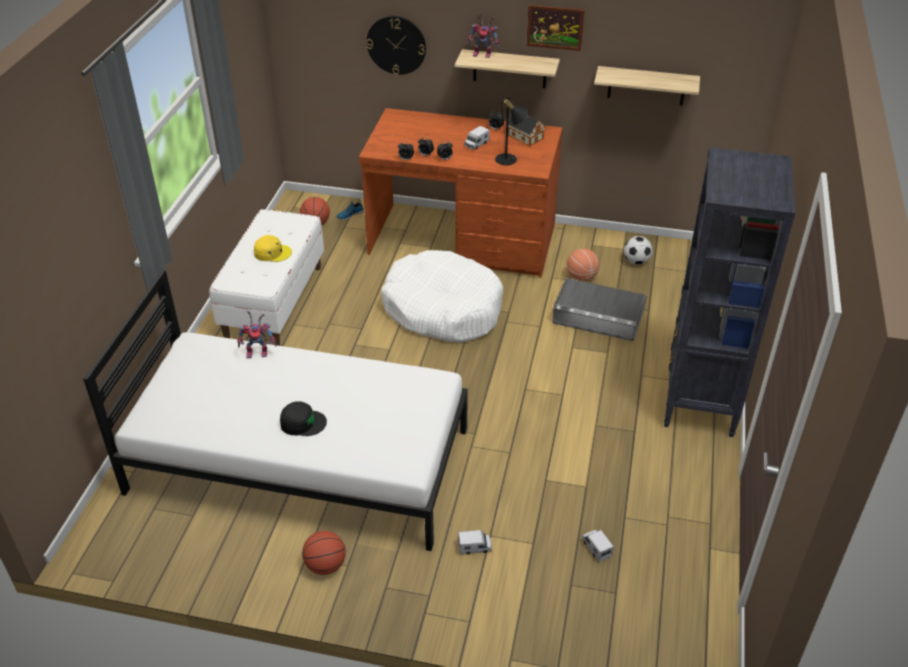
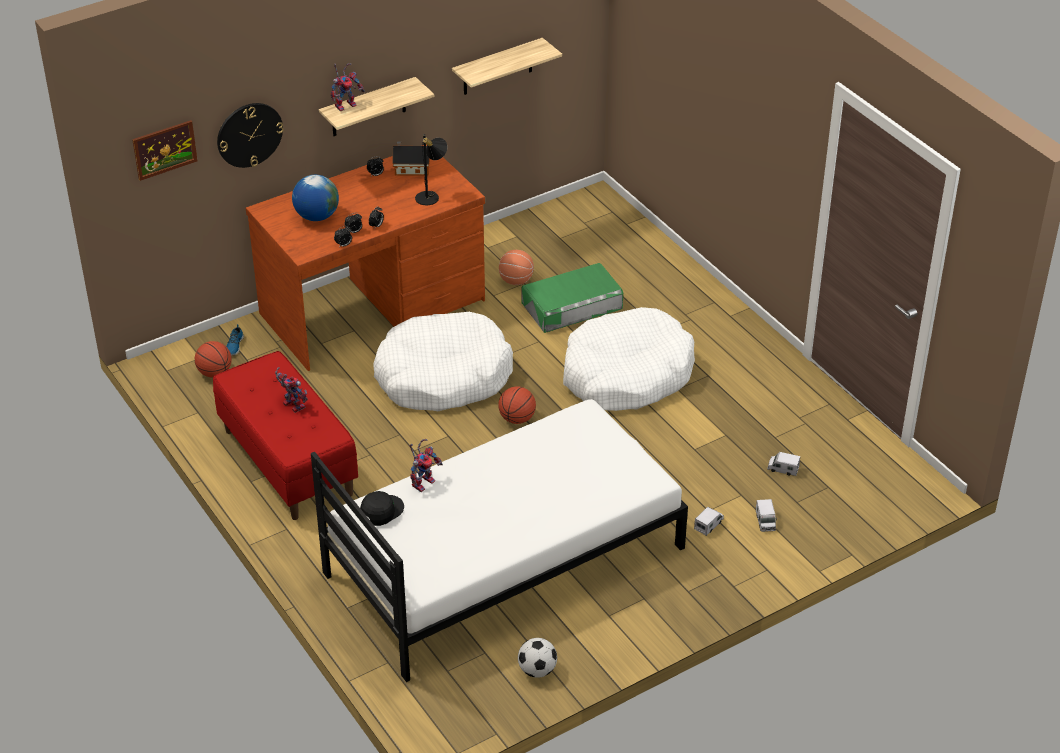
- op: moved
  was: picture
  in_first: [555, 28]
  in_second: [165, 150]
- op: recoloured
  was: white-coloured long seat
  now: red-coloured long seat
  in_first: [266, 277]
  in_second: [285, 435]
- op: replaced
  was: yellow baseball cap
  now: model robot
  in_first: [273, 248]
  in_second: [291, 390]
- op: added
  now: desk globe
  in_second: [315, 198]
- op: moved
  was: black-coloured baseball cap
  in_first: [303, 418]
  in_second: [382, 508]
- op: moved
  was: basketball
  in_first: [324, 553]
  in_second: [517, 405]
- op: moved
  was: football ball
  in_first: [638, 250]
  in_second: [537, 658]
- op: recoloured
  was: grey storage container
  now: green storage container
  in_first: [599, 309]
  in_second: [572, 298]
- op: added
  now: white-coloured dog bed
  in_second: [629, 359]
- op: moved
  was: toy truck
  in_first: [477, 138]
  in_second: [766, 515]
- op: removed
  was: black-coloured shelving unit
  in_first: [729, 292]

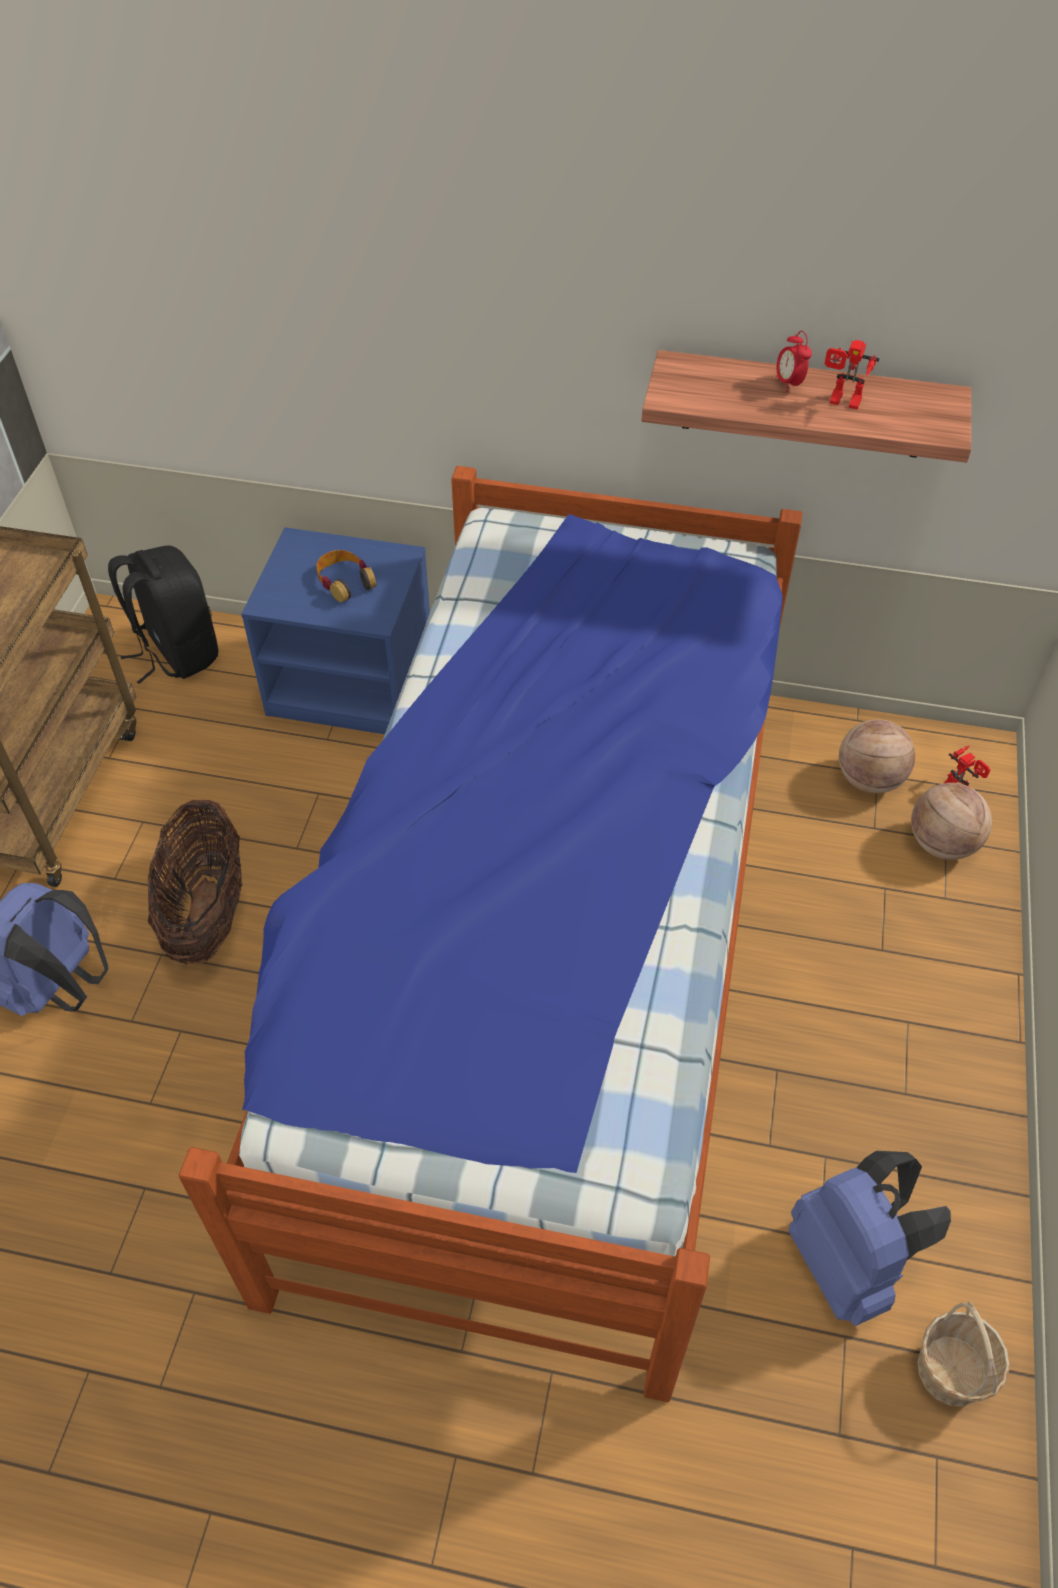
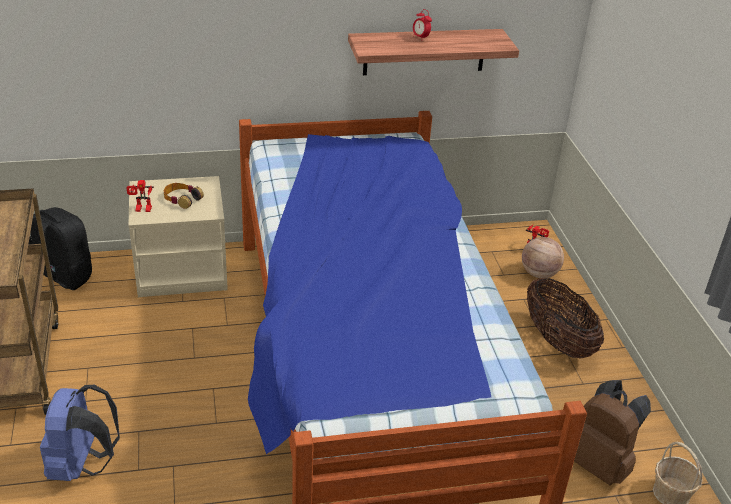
- op: moved
  was: model robot
  in_first: [852, 375]
  in_second: [140, 196]
- op: recoloured
  was: blue-coloured night table
  now: beige-coloured night table
  in_first: [335, 630]
  in_second: [178, 236]
- op: moved
  was: storage basket
  in_first: [195, 882]
  in_second: [565, 318]
- op: recoloured
  was: blue-coloured backpack
  now: brown backpack
  in_first: [869, 1238]
  in_second: [612, 432]
- op: removed
  was: basketball
  in_first: [877, 756]

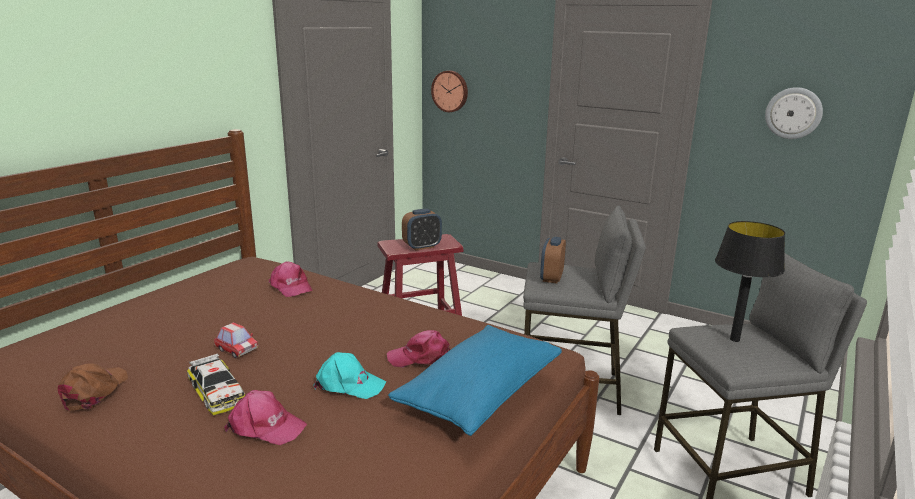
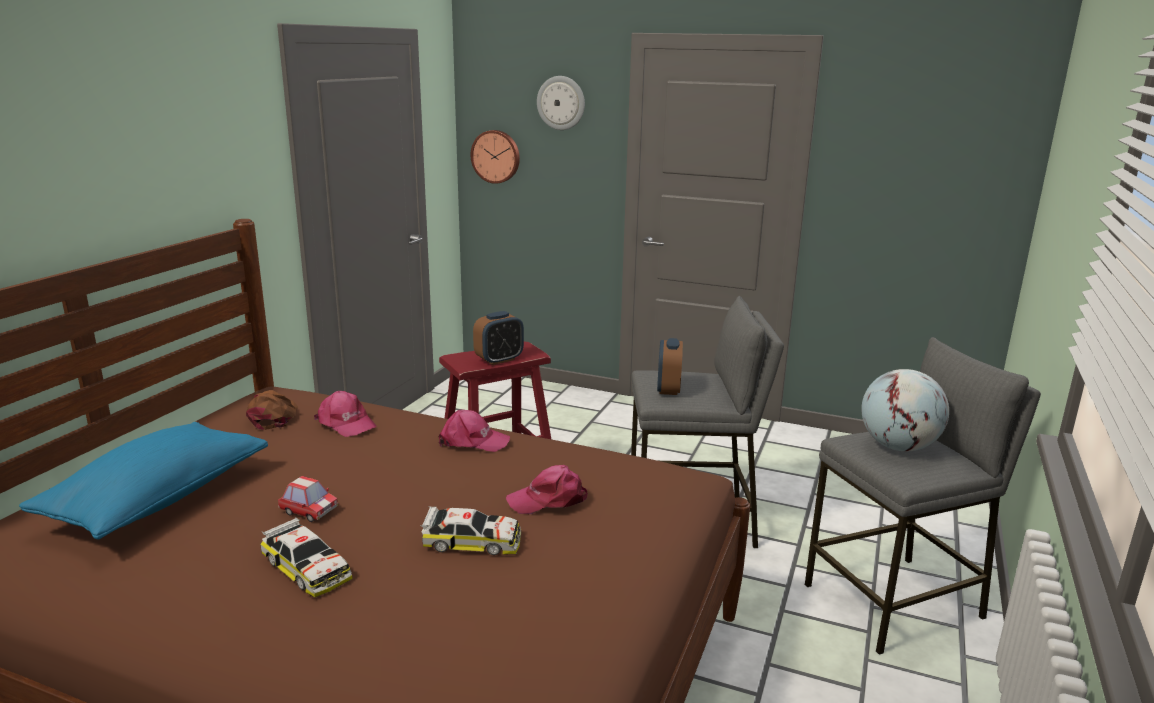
- op: moved
  was: blue-coloured throw pillow
  in_first: [475, 380]
  in_second: [143, 480]
- op: moved
  was: brown baseball cap
  in_first: [93, 387]
  in_second: [272, 410]
- op: replaced
  was: blue-green baseball cap
  now: model car
  in_first: [349, 375]
  in_second: [470, 530]
- op: moved
  was: pink baseball cap
  in_first: [265, 417]
  in_second: [474, 431]
- op: moved
  was: clock on the wall
  in_first: [794, 113]
  in_second: [561, 103]
- op: replaced
  was: black-coloured tabletop lamp
  now: desk globe
  in_first: [750, 281]
  in_second: [905, 410]

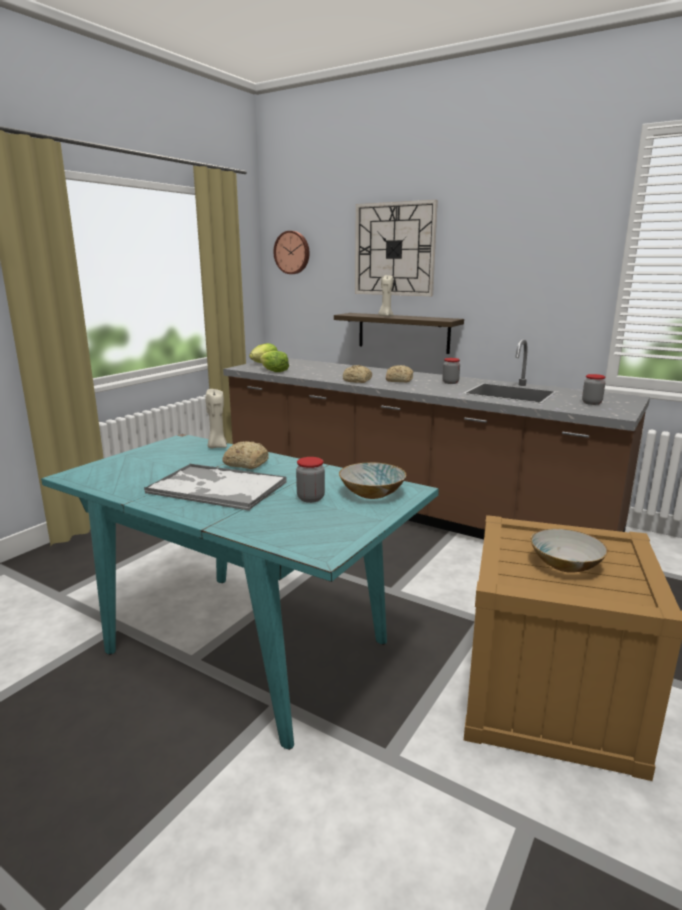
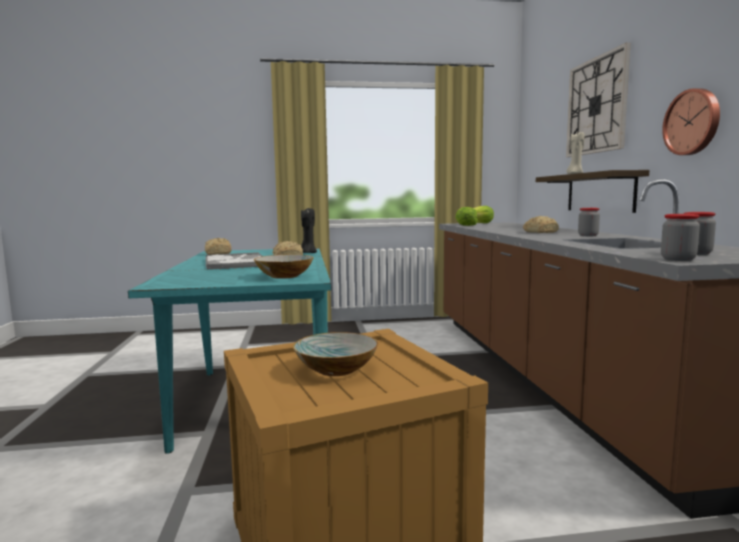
- op: moved
  was: baked bread
  in_first: [357, 374]
  in_second: [218, 246]
- op: recoloured
  was: beige-coloured candle
  now: black-coloured candle
  in_first: [216, 418]
  in_second: [309, 230]
- op: moved
  was: storage jar
  in_first: [310, 480]
  in_second: [680, 237]
- op: moved
  was: clock on the wall
  in_first: [291, 252]
  in_second: [691, 121]

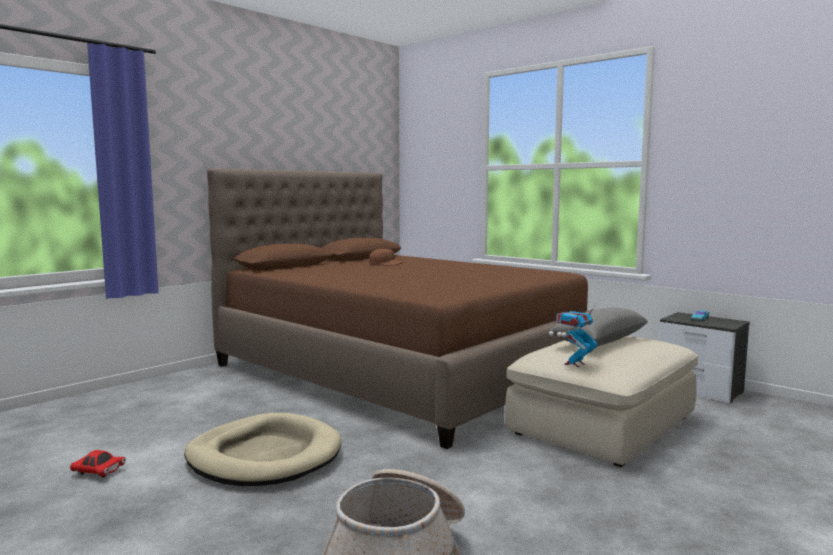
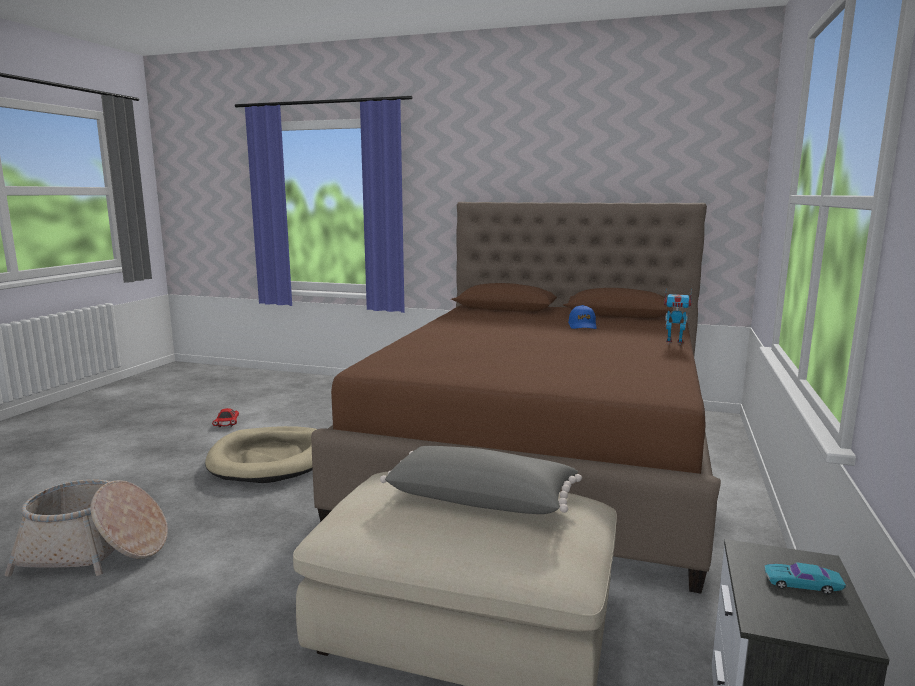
- op: recoloured
  was: brown baseball cap
  now: blue-coloured baseball cap
  in_first: [386, 257]
  in_second: [582, 317]
- op: moved
  was: model robot
  in_first: [577, 335]
  in_second: [678, 315]

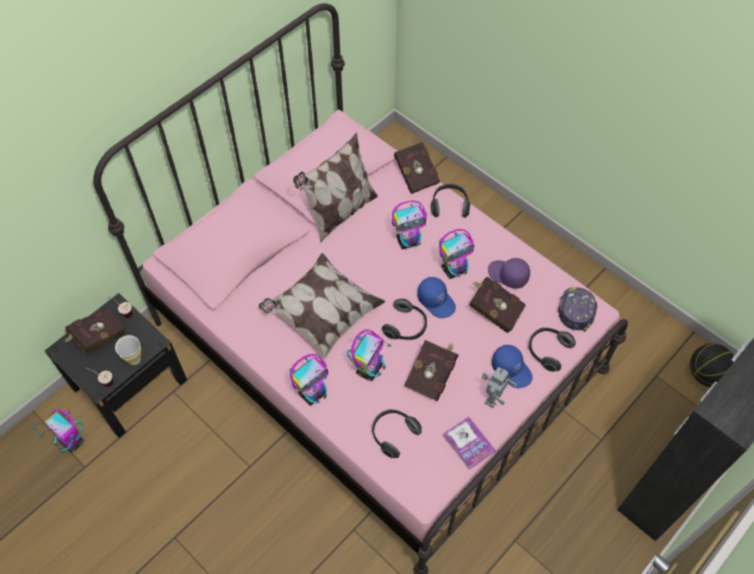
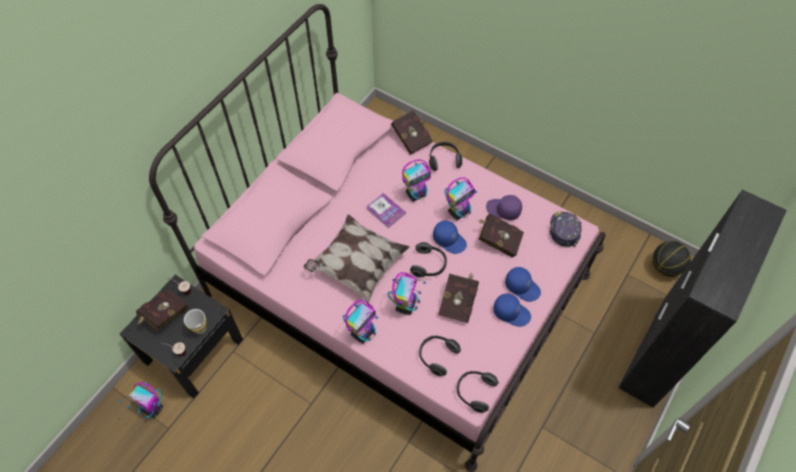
- op: moved
  was: bound book
  in_first: [469, 443]
  in_second: [386, 210]
- op: moved
  was: headphones
  in_first: [552, 350]
  in_second: [478, 392]
- op: replaced
  was: model robot
  now: blue-coloured baseball cap
  in_first: [499, 387]
  in_second: [512, 310]
- op: removed
  was: throw pillow
  in_first: [335, 188]

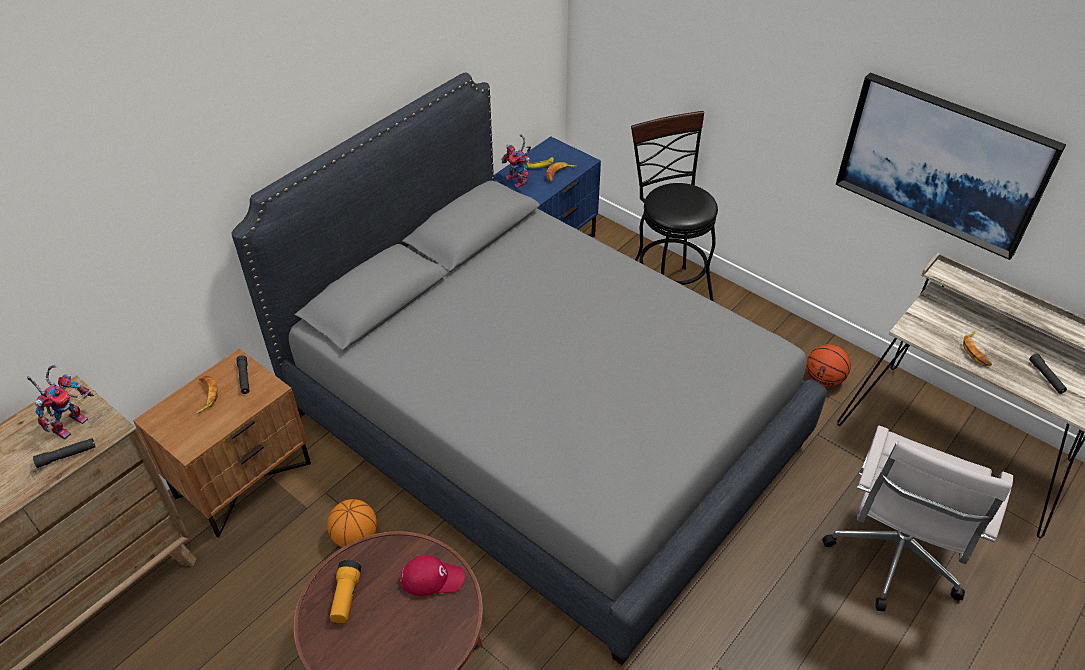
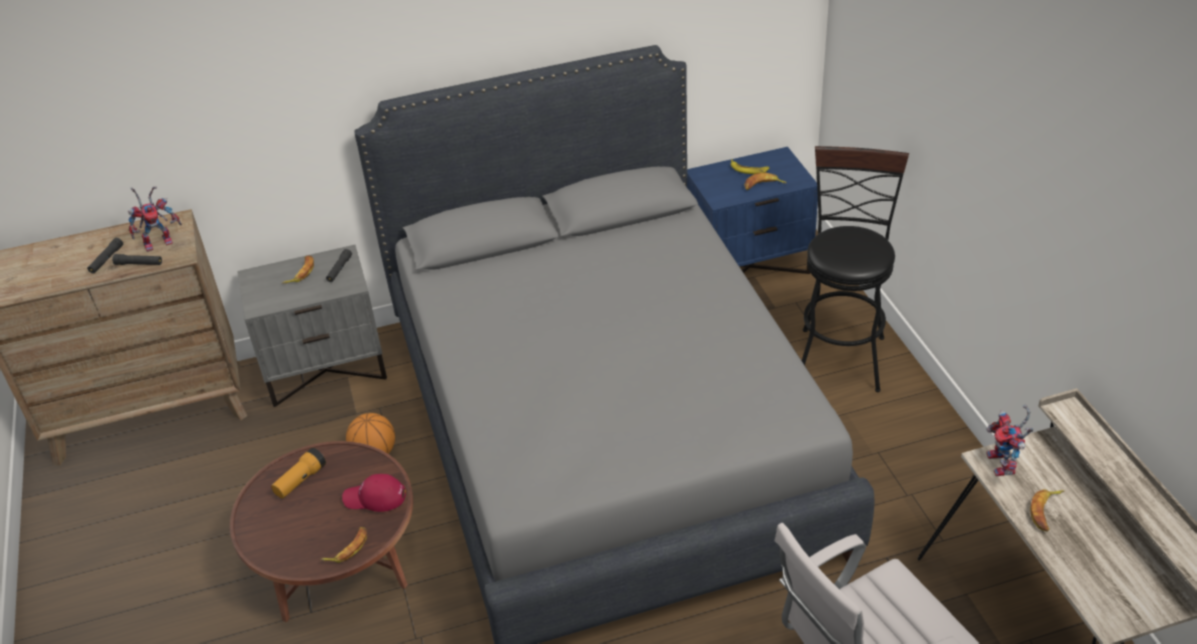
- op: moved
  was: black-coloured torch
  in_first: [1048, 373]
  in_second: [105, 256]
- op: recoloured
  was: brown night table
  now: grey night table
  in_first: [222, 443]
  in_second: [312, 326]
- op: added
  now: banana fruit
  in_second: [344, 545]
- op: turned
  was: red-coloured baseball cap
  in_first: [433, 576]
  in_second: [374, 493]
  clockwise: 150
- op: moved
  was: model robot
  in_first: [516, 161]
  in_second: [1010, 440]
- op: removed
  was: basketball
  in_first: [828, 365]
- op: removed
  was: picture
  in_first: [951, 166]

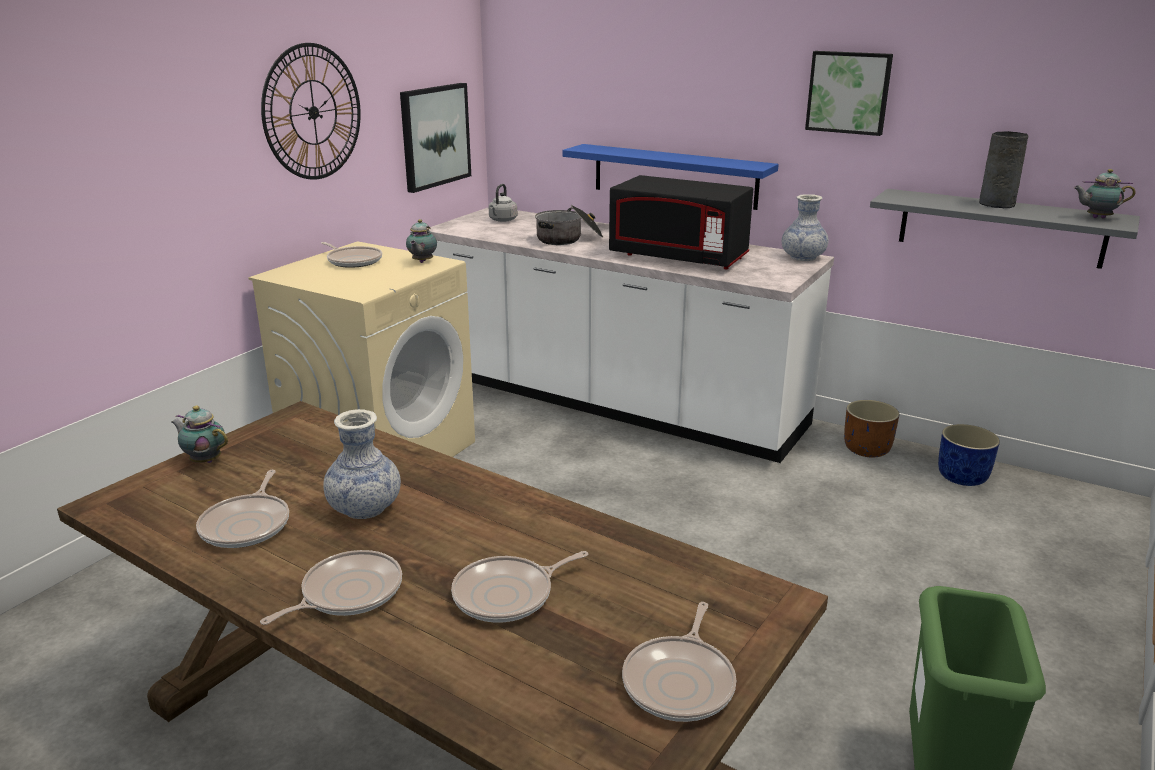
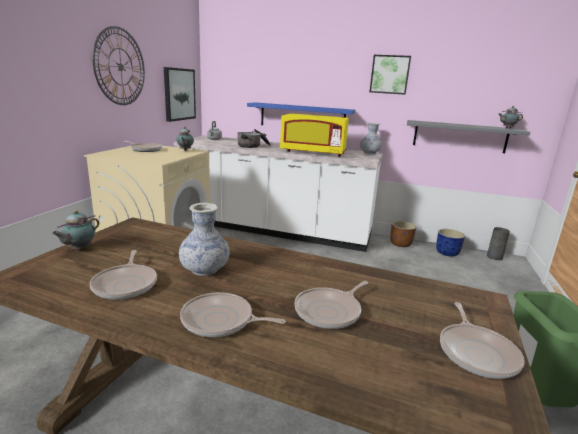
- op: turned
  was: pot for tea
  in_first: [199, 434]
  in_second: [75, 230]
  clockwise: -75
- op: turned
  was: skillet
  in_first: [331, 587]
  in_second: [233, 314]
  clockwise: -105
- op: recoloured
  was: black-coloured microwave
  now: yellow microwave
  in_first: [681, 222]
  in_second: [314, 134]
- op: moved
  was: grey decorative vase
  in_first: [1003, 169]
  in_second: [498, 243]

